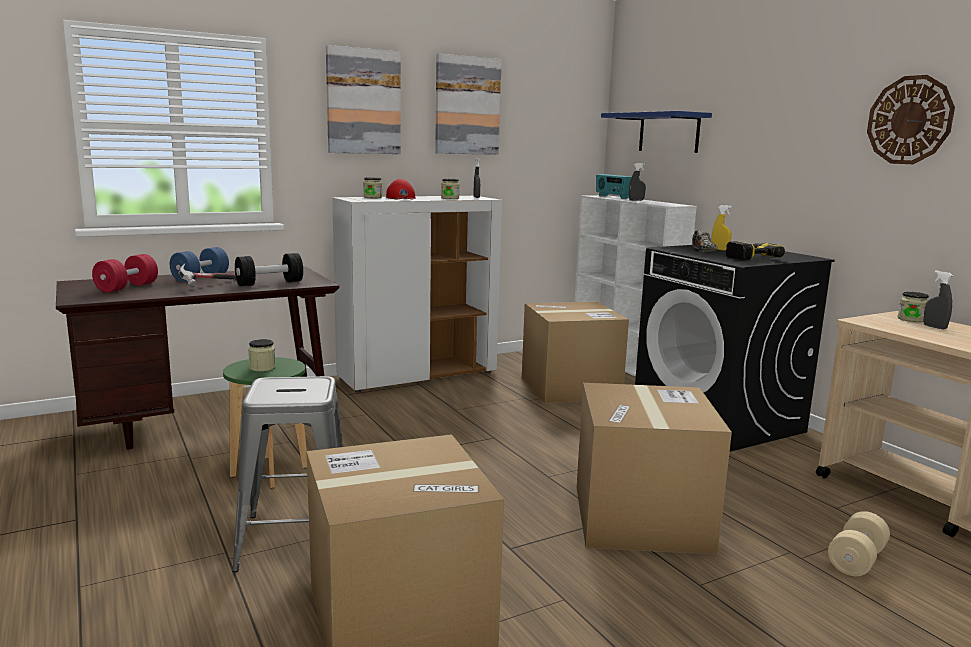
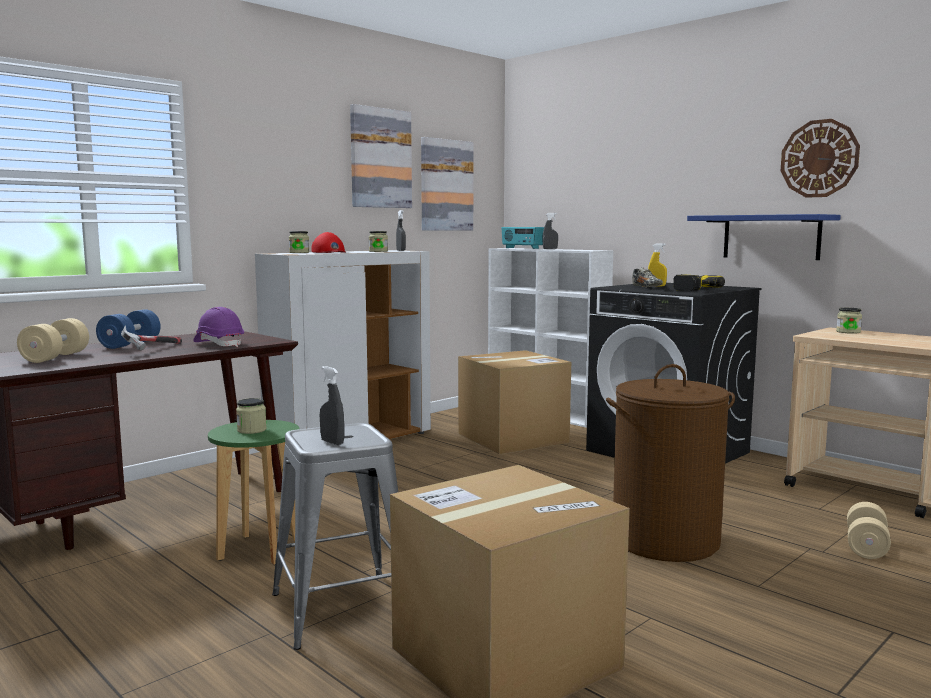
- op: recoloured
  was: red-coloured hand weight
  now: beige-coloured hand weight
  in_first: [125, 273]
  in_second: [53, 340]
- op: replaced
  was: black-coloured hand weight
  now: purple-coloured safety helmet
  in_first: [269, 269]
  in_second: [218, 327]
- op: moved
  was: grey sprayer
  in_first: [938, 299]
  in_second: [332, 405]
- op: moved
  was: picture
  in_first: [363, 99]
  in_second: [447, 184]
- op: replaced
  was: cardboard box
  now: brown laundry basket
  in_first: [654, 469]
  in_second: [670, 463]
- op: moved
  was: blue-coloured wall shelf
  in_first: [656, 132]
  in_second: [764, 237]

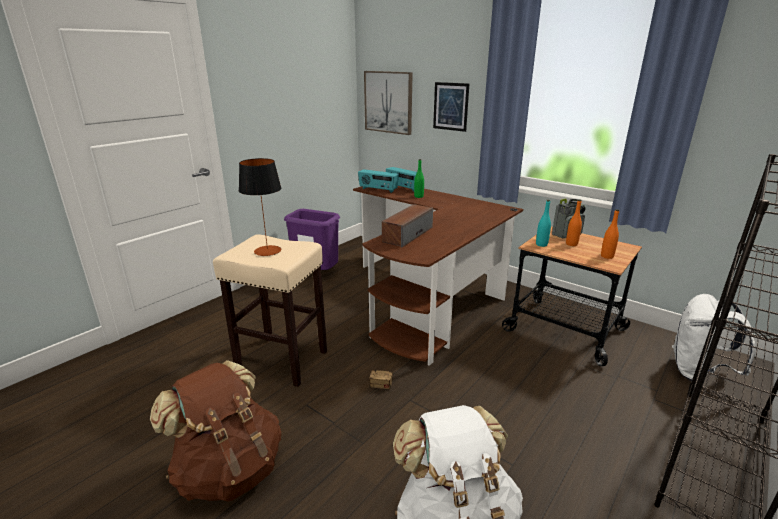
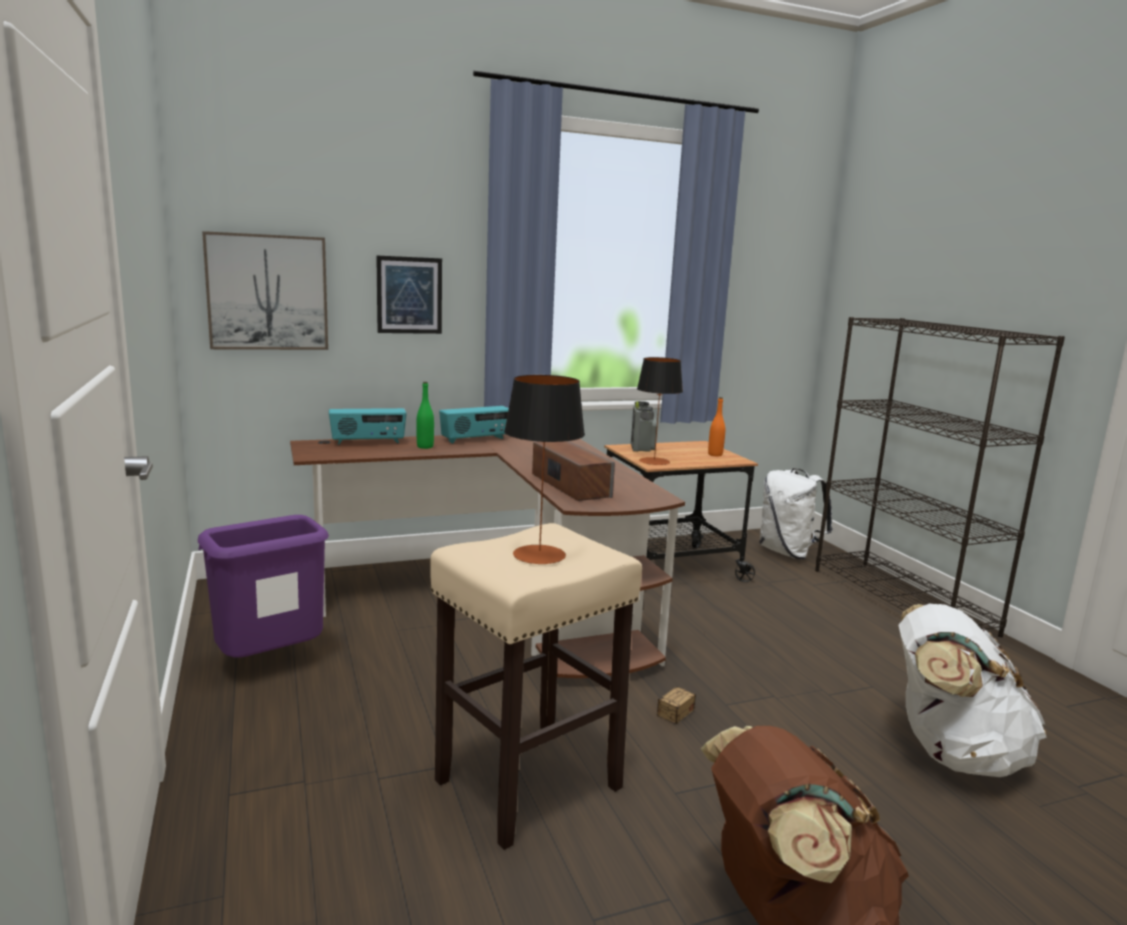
- op: moved
  was: radio set
  in_first: [378, 181]
  in_second: [474, 425]
- op: replaced
  was: blue-green drink bottle
  now: tabletop lamp
  in_first: [543, 223]
  in_second: [660, 411]
- op: removed
  was: orange drink bottle
  in_first: [574, 223]

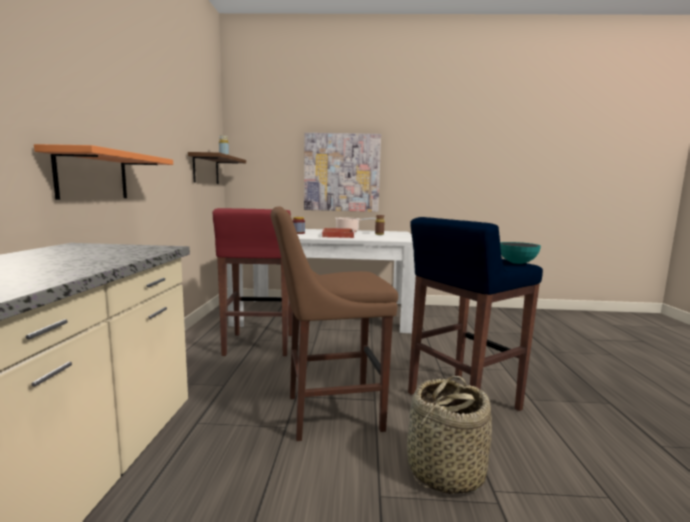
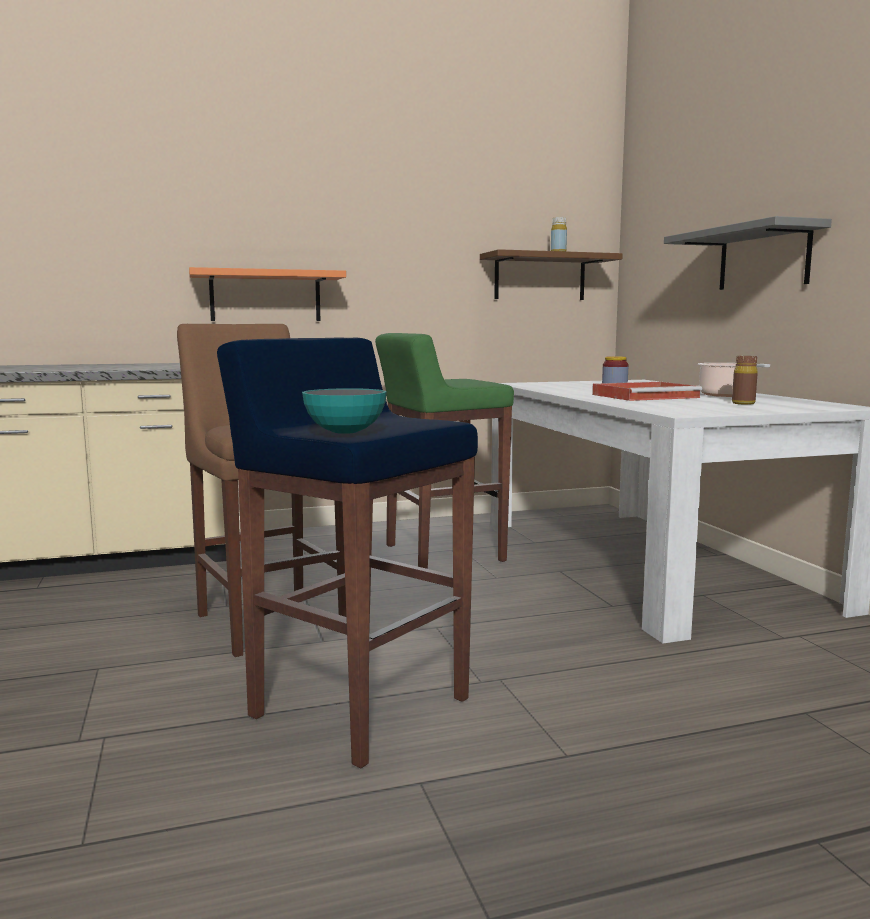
- op: recoloured
  was: red-coloured stool seat
  now: green stool seat
  in_first: [252, 282]
  in_second: [444, 451]
- op: replaced
  was: picture
  now: grey wall shelf
  in_first: [342, 172]
  in_second: [748, 253]
- op: removed
  was: storage basket
  in_first: [449, 435]

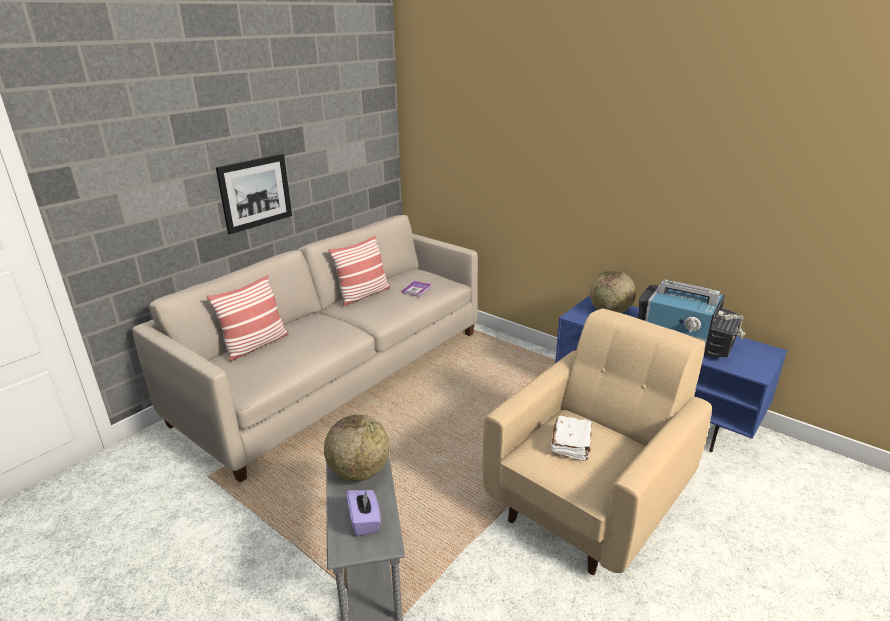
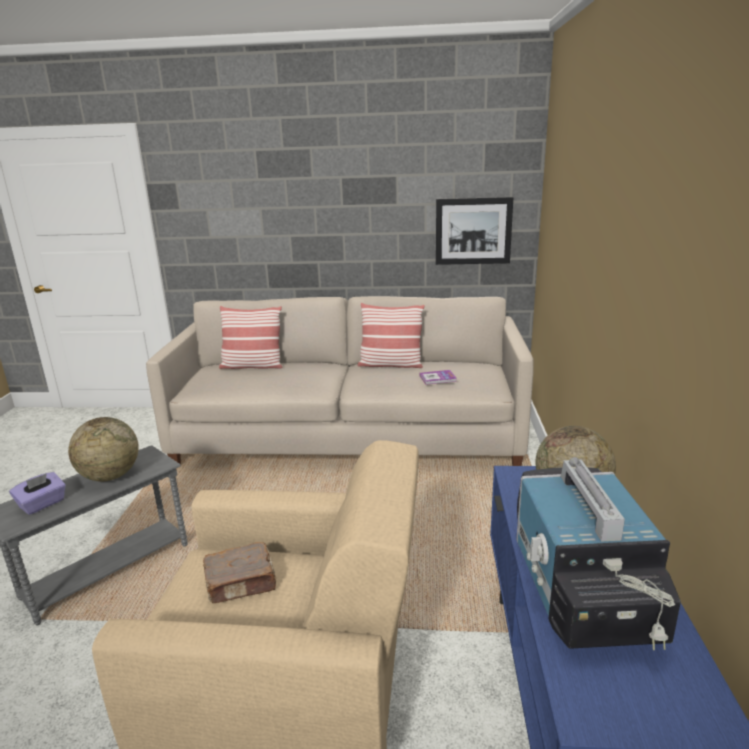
- op: recoloured
  was: white-coloured bound book
  now: brown bound book
  in_first: [571, 437]
  in_second: [239, 572]
- op: moved
  was: picture
  in_first: [254, 194]
  in_second: [475, 231]

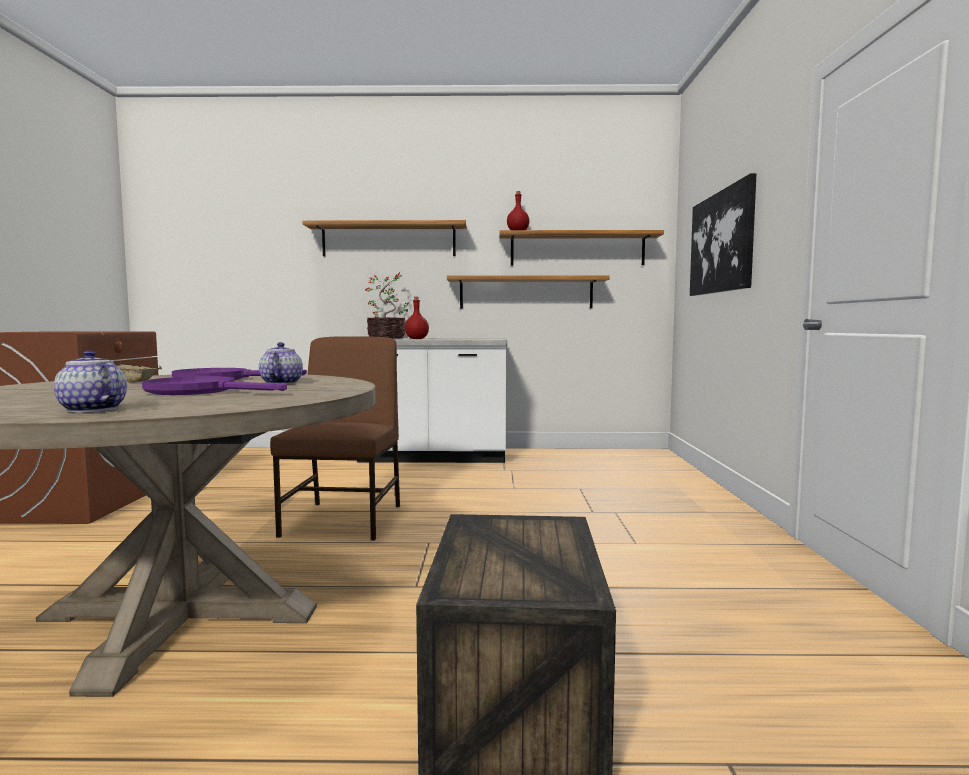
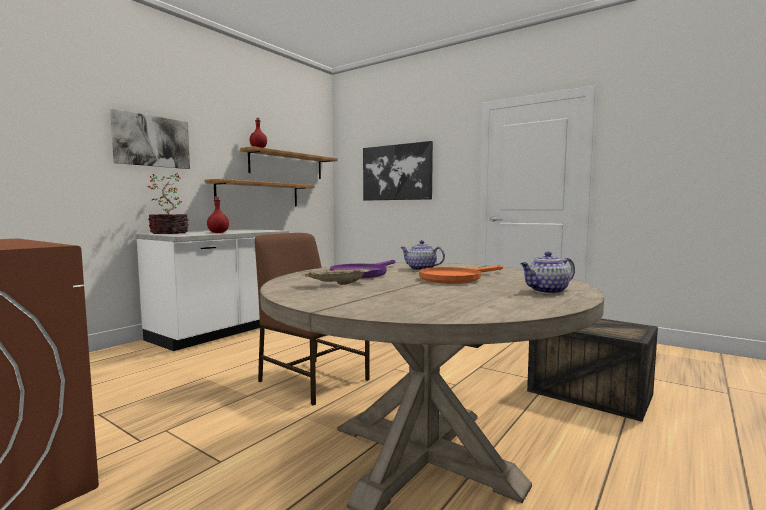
- op: replaced
  was: wall shelf
  now: picture
  in_first: [384, 238]
  in_second: [150, 139]
- op: recoloured
  was: purple-coloured skillet
  now: orange skillet
  in_first: [214, 385]
  in_second: [461, 274]

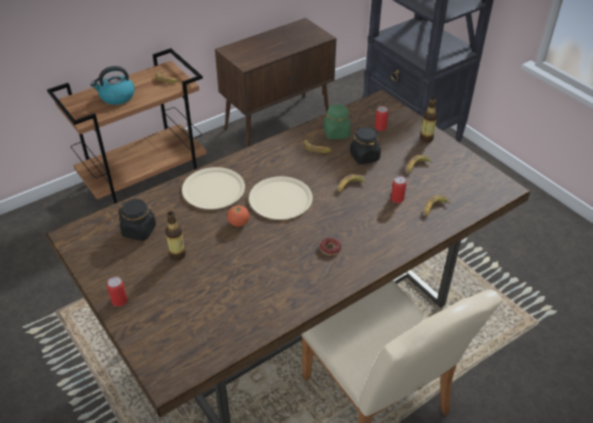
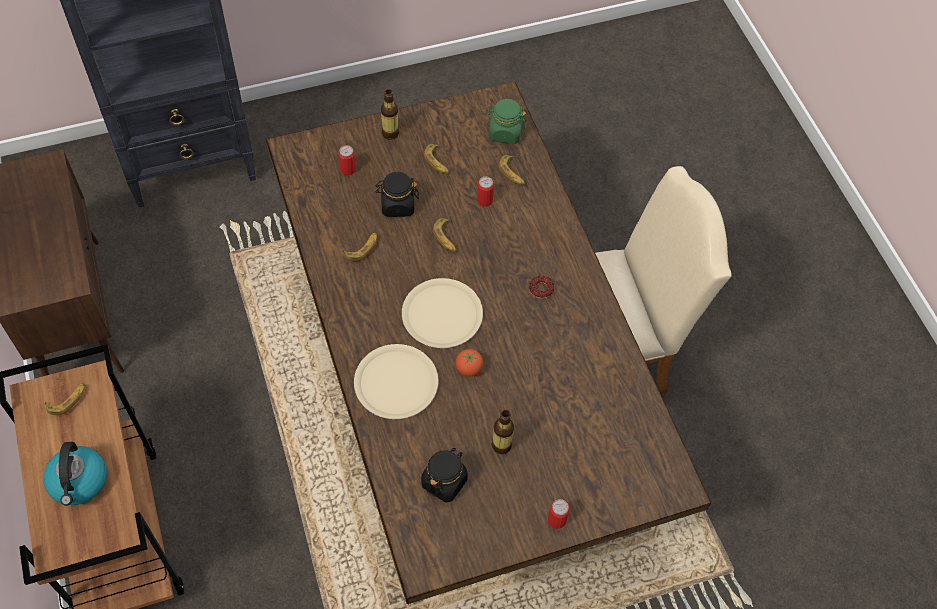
- op: moved
  was: green storage jar
  in_first: [337, 121]
  in_second: [506, 121]

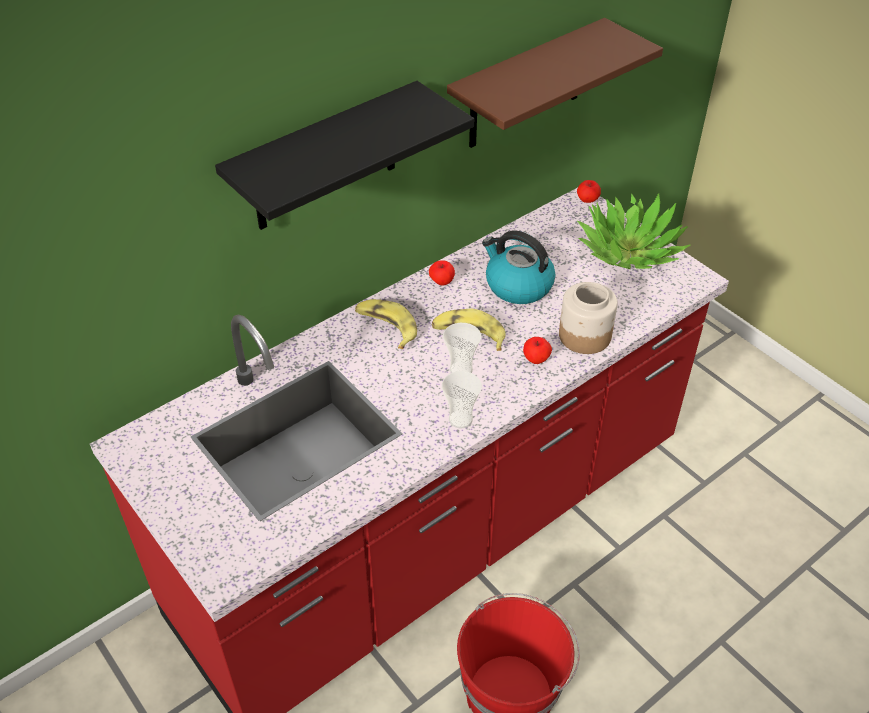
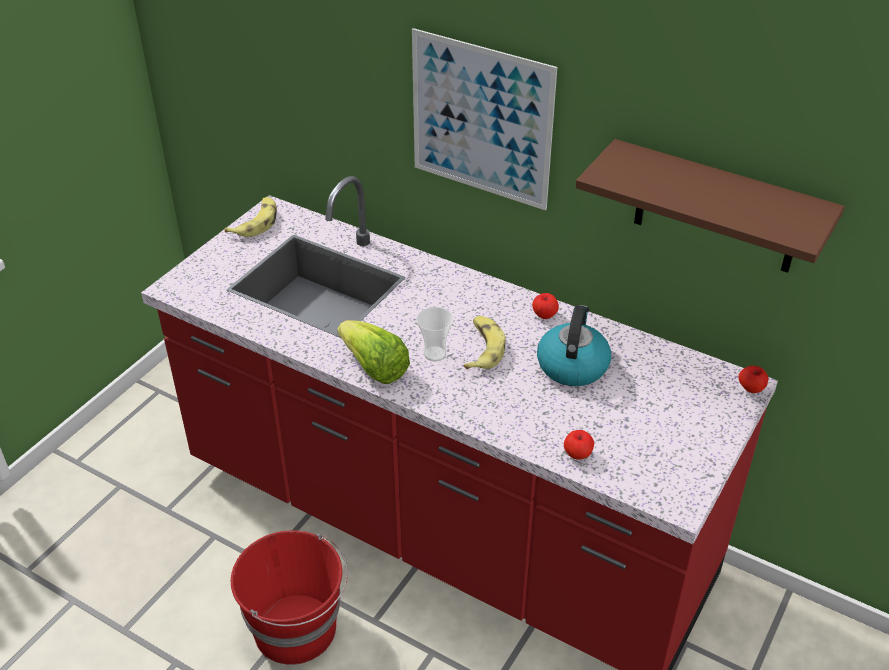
- op: moved
  was: banana fruit
  in_first: [386, 324]
  in_second: [250, 217]
- op: replaced
  was: drinking cup
  now: head of lettuce
  in_first: [462, 399]
  in_second: [373, 352]
- op: replaced
  was: black-coloured wall shelf
  now: picture
  in_first: [344, 155]
  in_second: [484, 119]
- op: moved
  was: apple fruit
  in_first: [537, 350]
  in_second: [579, 445]
- op: removed
  was: storage jar
  in_first: [588, 318]
- op: removed
  was: plant in a pot
  in_first: [633, 231]

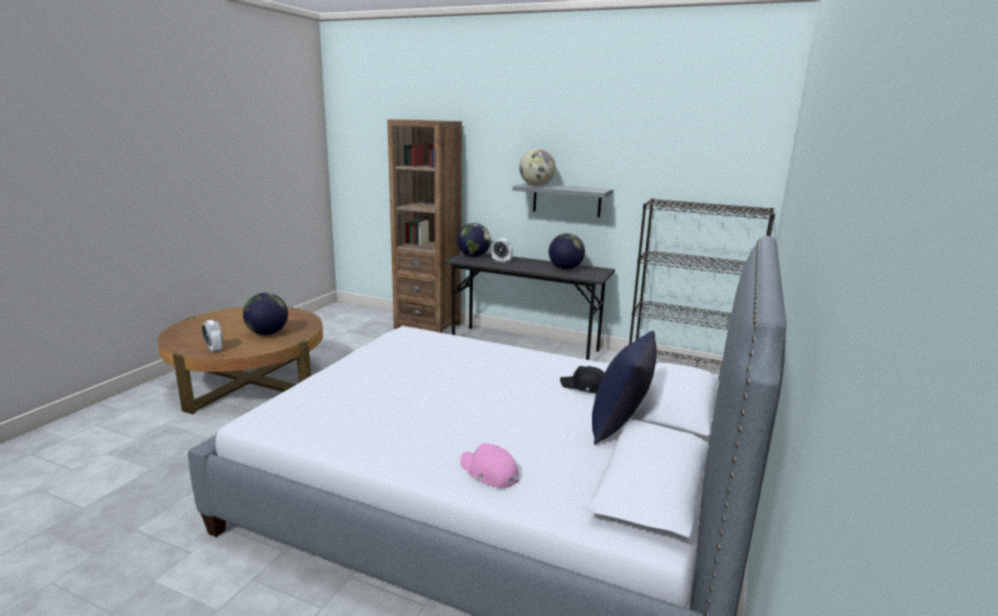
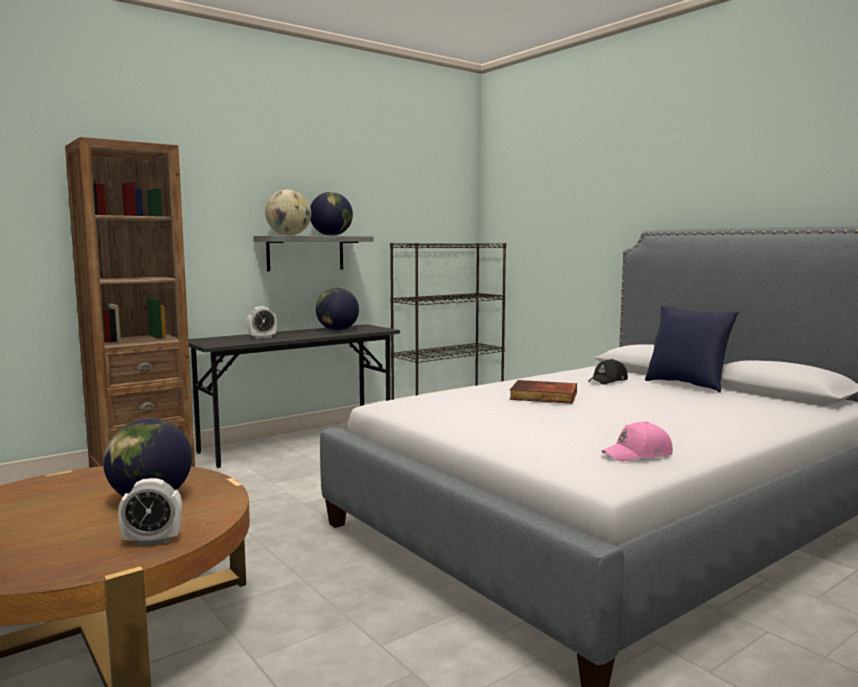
- op: moved
  was: desk globe
  in_first: [474, 240]
  in_second: [331, 214]
- op: added
  now: bound book
  in_second: [543, 392]
- op: moved
  was: pink baseball cap
  in_first: [489, 465]
  in_second: [637, 441]

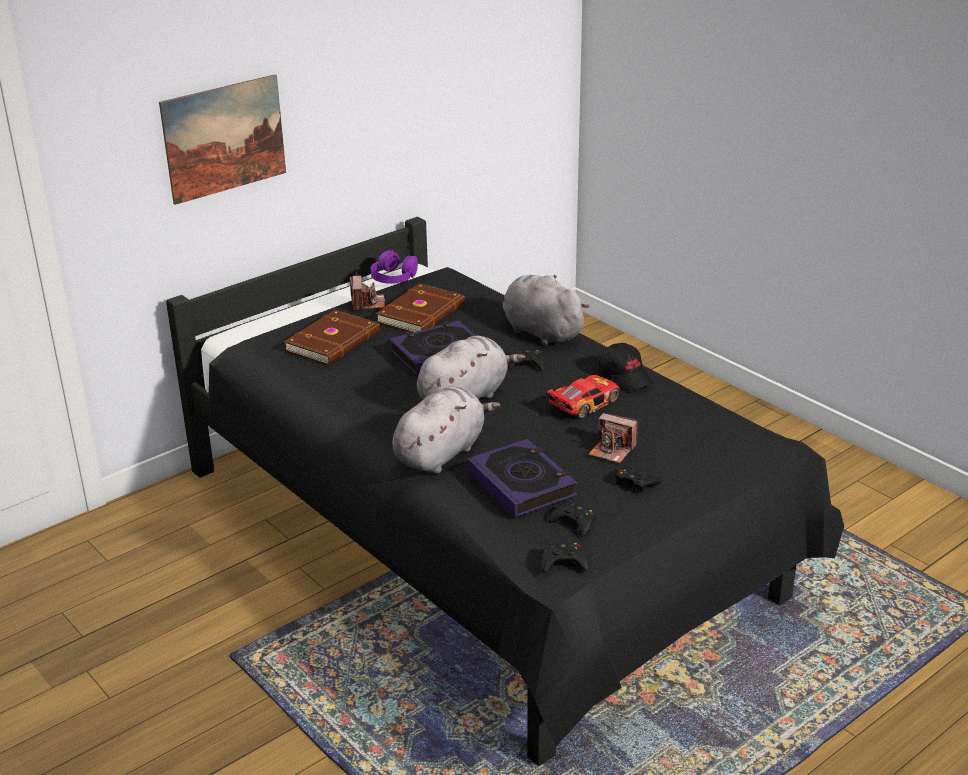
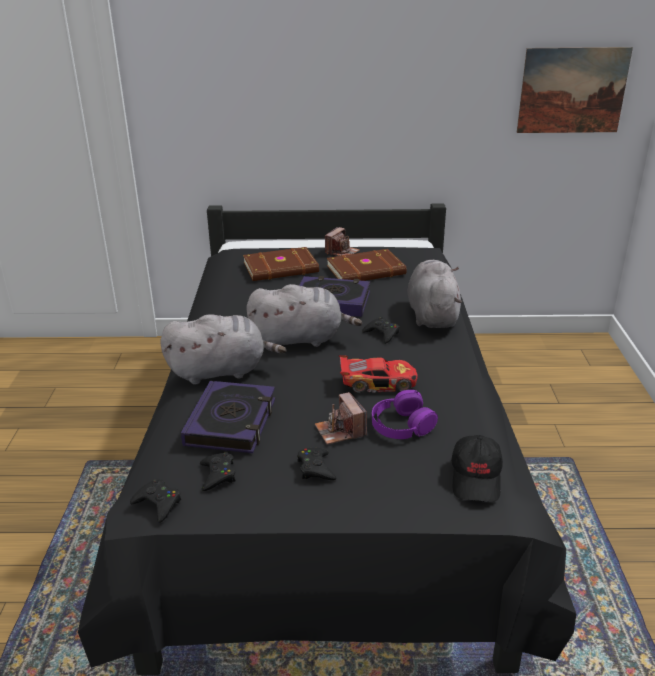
- op: moved
  was: purple-coloured headphones
  in_first: [394, 267]
  in_second: [405, 414]
- op: moved
  was: black-coloured baseball cap
  in_first: [625, 367]
  in_second: [477, 468]
- op: moved
  was: picture
  in_first: [222, 139]
  in_second: [575, 90]

